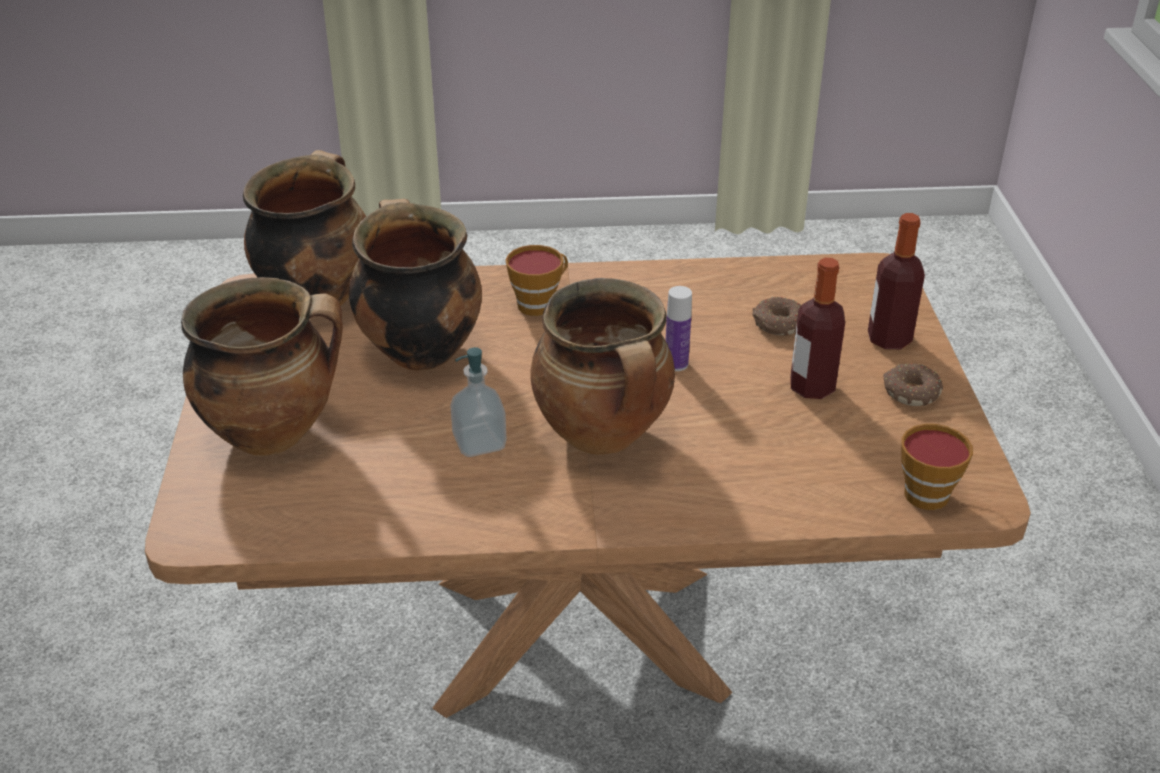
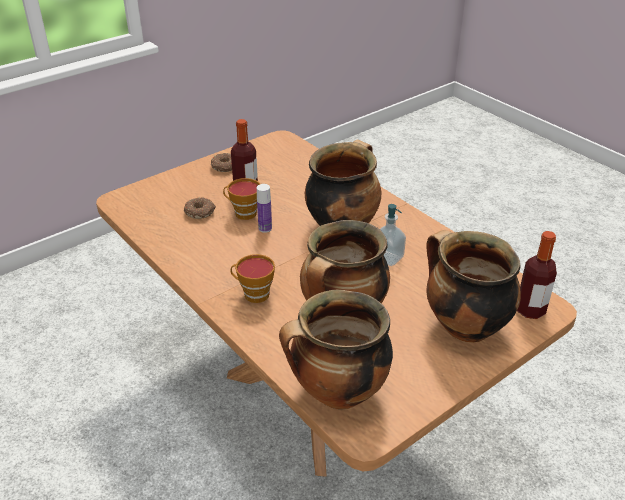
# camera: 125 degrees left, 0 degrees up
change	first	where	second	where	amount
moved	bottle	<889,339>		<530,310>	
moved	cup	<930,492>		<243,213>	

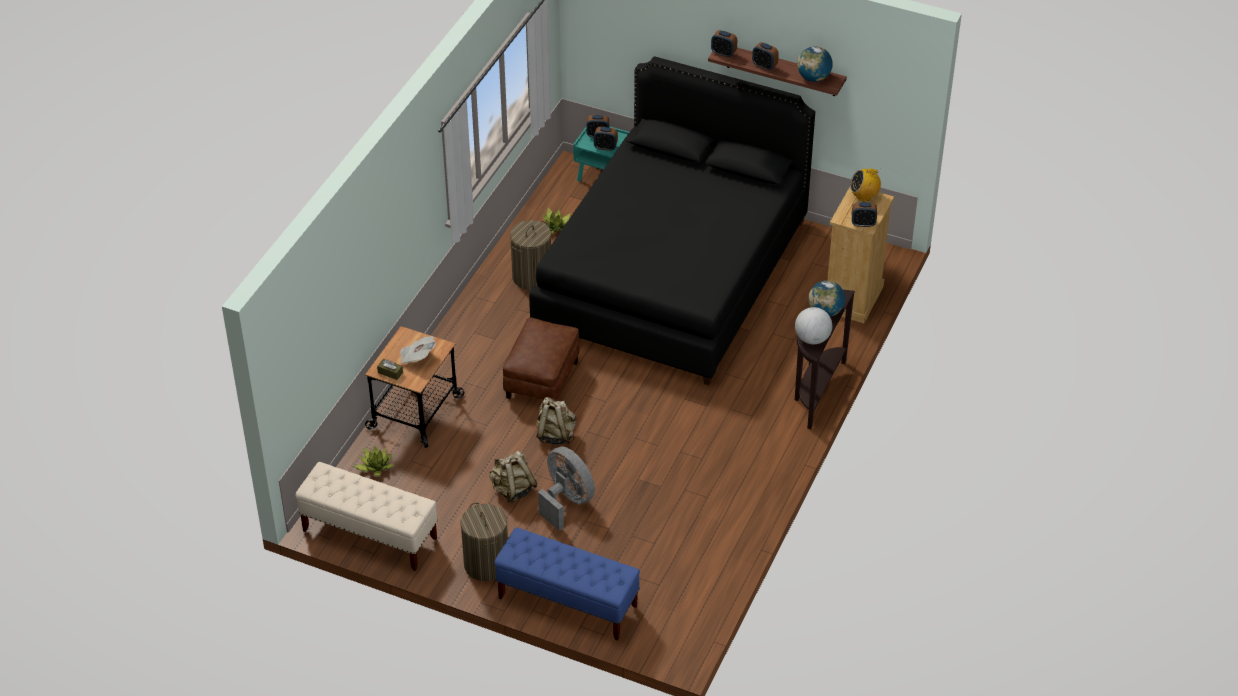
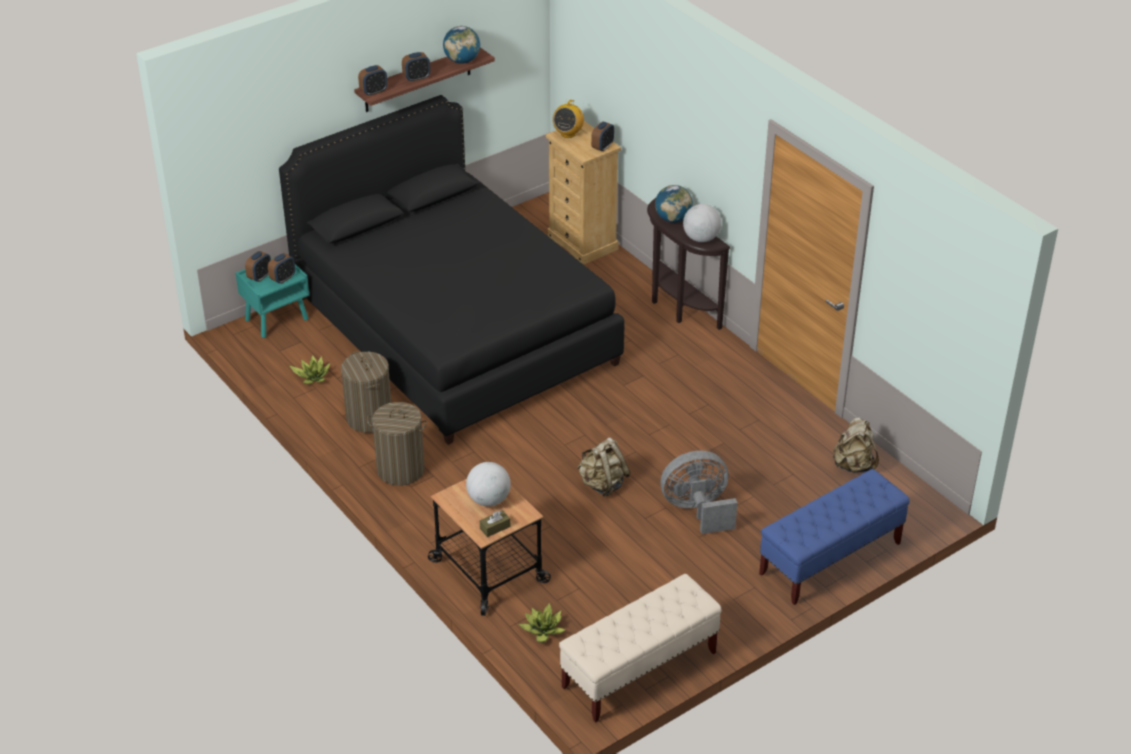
# camera: 60 degrees left, 5 degrees down
change	first	where	second	where	amount
removed	brown-coloured pouffe	<541,379>			
moved	laundry basket	<486,564>		<400,470>	
moved	sand-coloured backpack	<513,490>		<853,465>	
replaced	daily paper	<417,357>	globe	<488,500>	

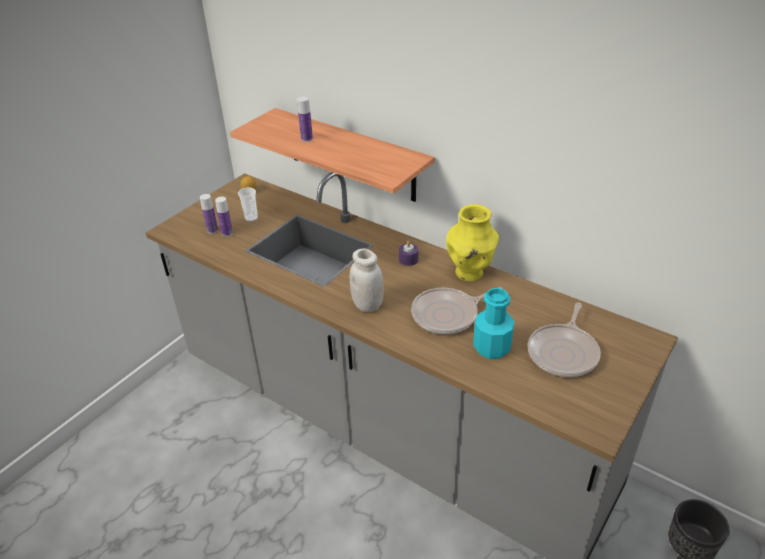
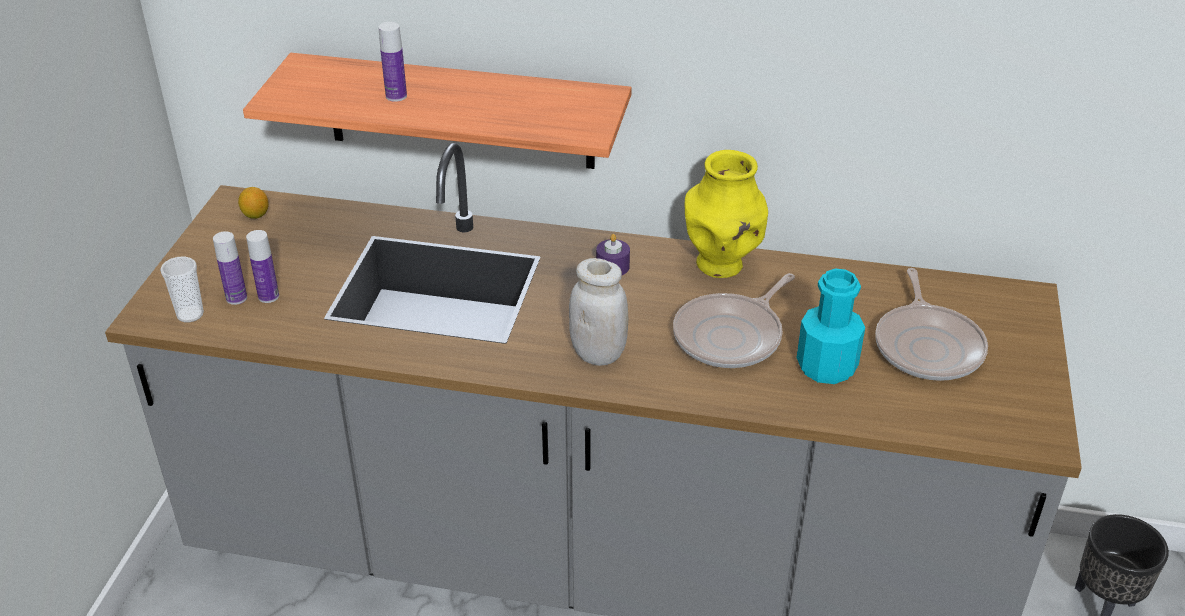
# camera: 25 degrees left, 0 degrees up
change	first	where	second	where	amount
moved	cup	<251,218>		<190,314>	

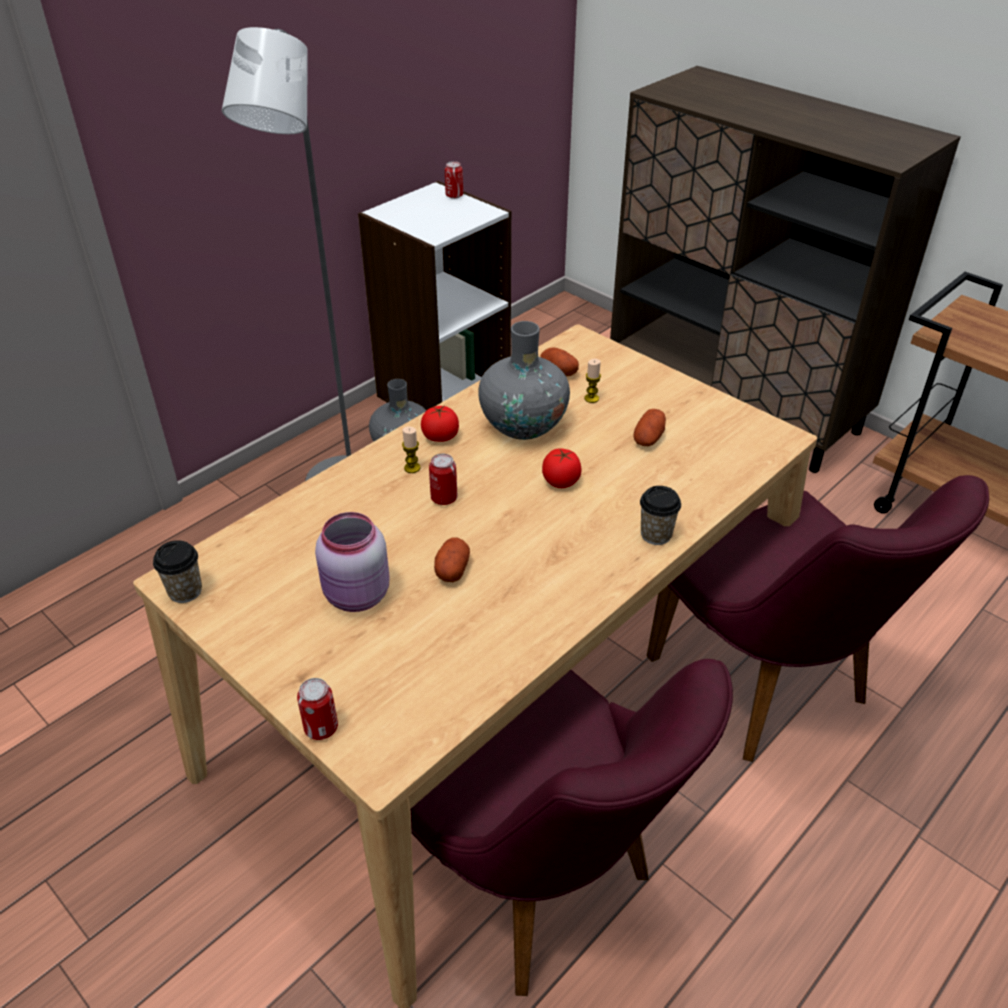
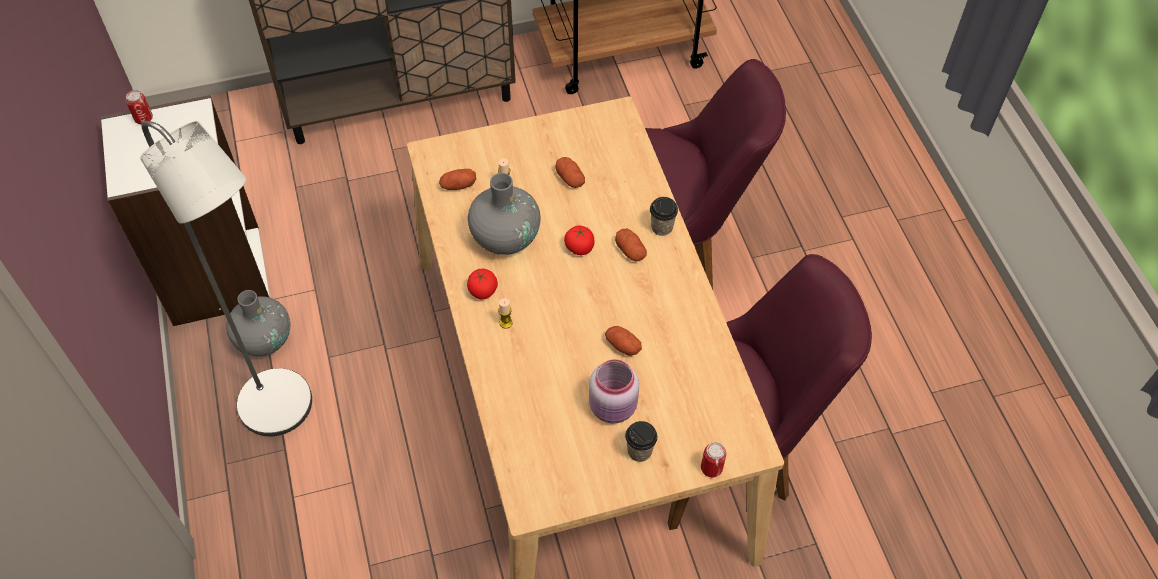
# camera: 60 degrees left, 15 degrees up
change	first	where	second	where	amount
removed	sealed can	<444,498>			
added			spud	<630,251>	
moved	cup	<185,591>		<639,451>	

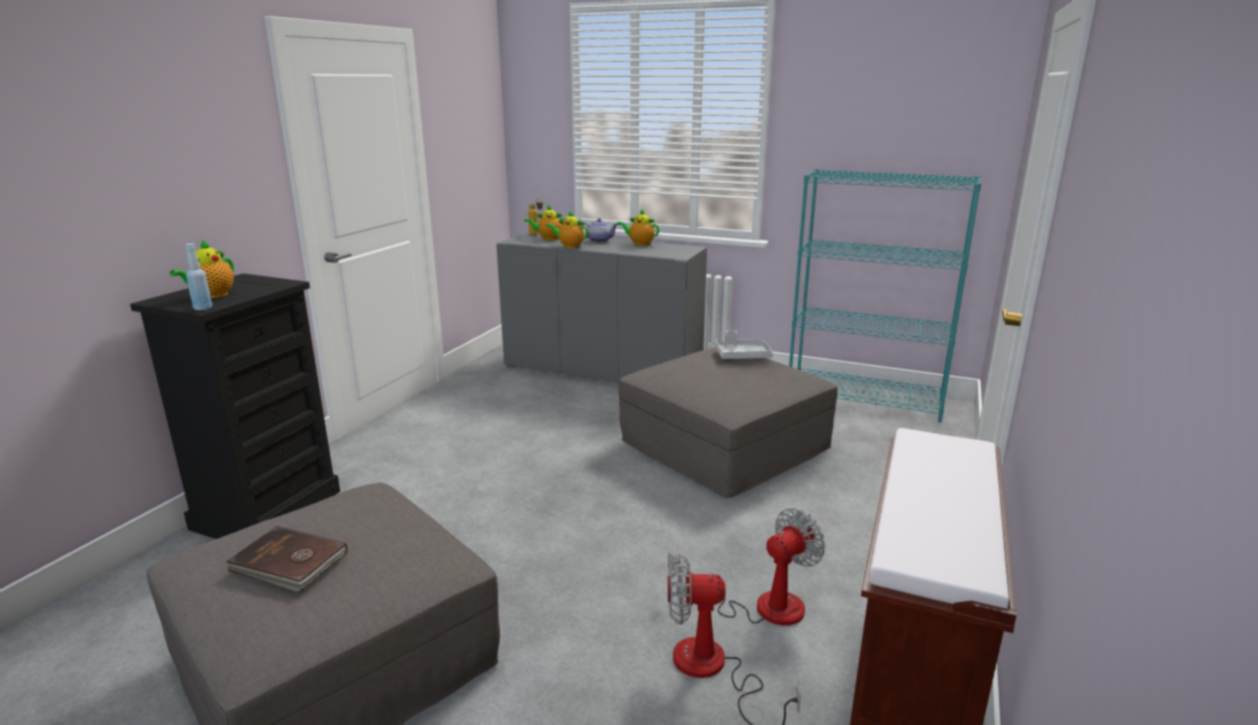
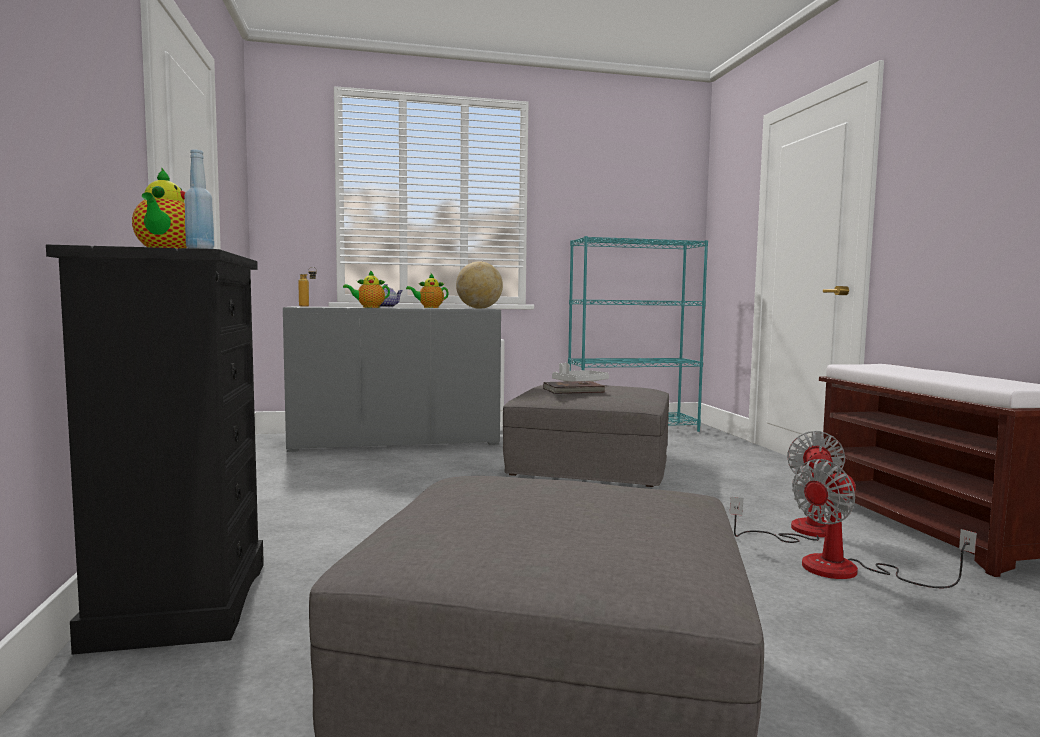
# camera: 35 degrees left, 15 degrees down
change	first	where	second	where	amount
removed	teapot	<548,238>			
added			globe	<479,308>	
moved	brown-coloured volume	<288,563>		<574,390>	

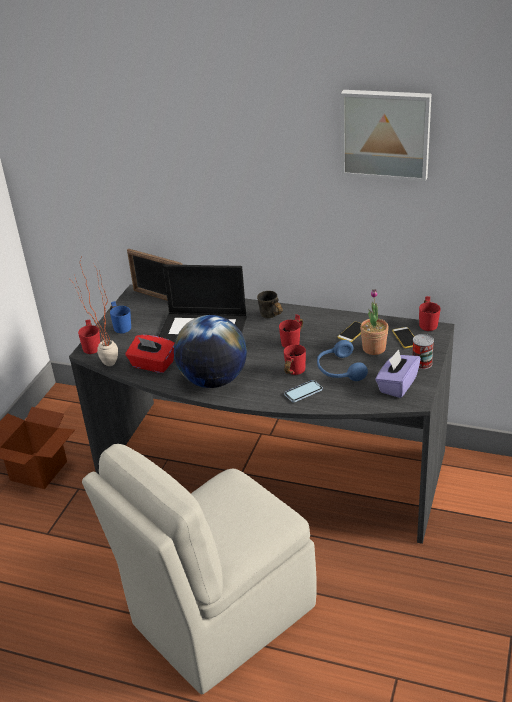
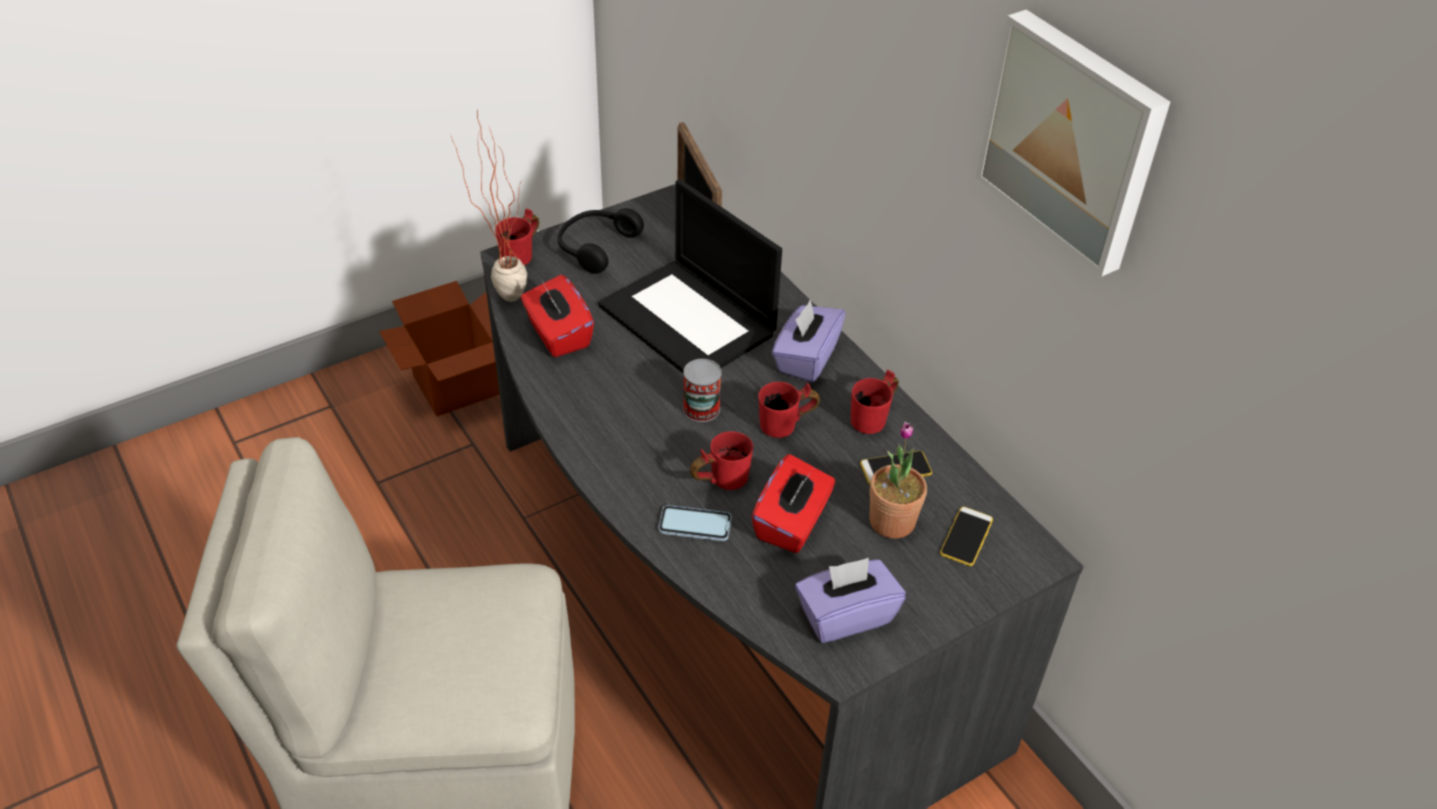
# camera: 35 degrees right, 10 degrees up
change	first	where	second	where	amount
removed	globe	<213,380>			
moved	sealed can	<422,363>		<701,408>	
moved	reddish tea mug	<430,324>		<876,421>	
replaced	blue tea mug	<123,327>	blackish pair of headphones	<595,246>	
replaced	greyish tea mug	<269,317>	purple box of tissues	<806,358>	
replaced	blue pair of headphones	<339,370>	reddish box of tissues	<792,523>	

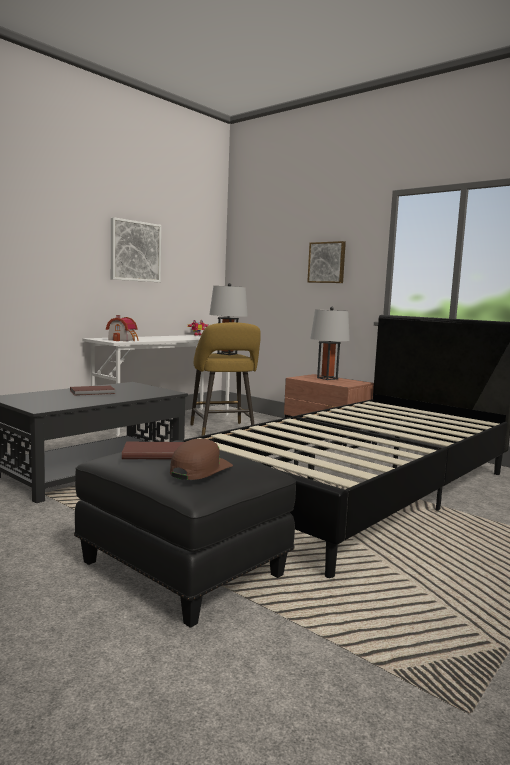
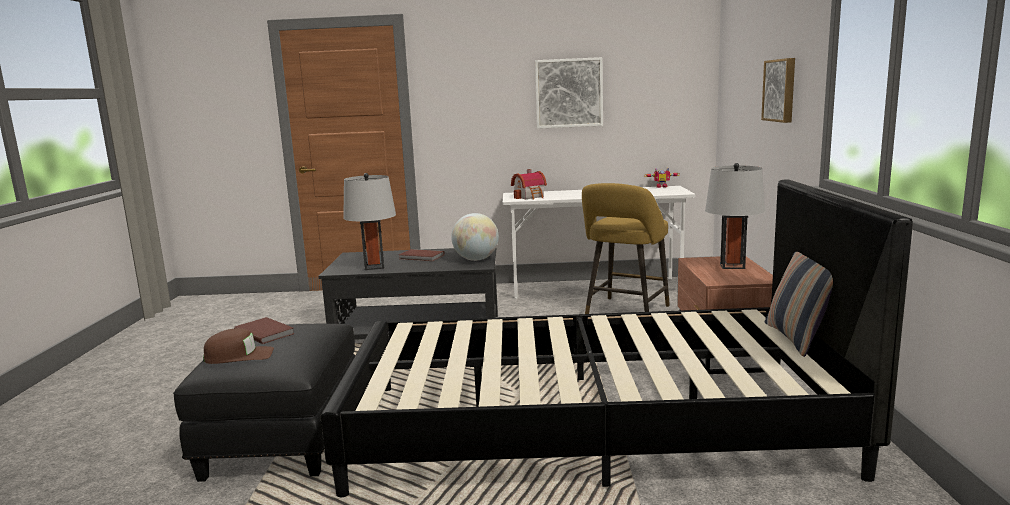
# camera: 50 degrees right, 5 degrees up
change	first	where	second	where	amount
added			globe	<476,259>	
added			throw pillow	<797,338>	
moved	greyish lamp for a table	<227,354>		<374,267>	

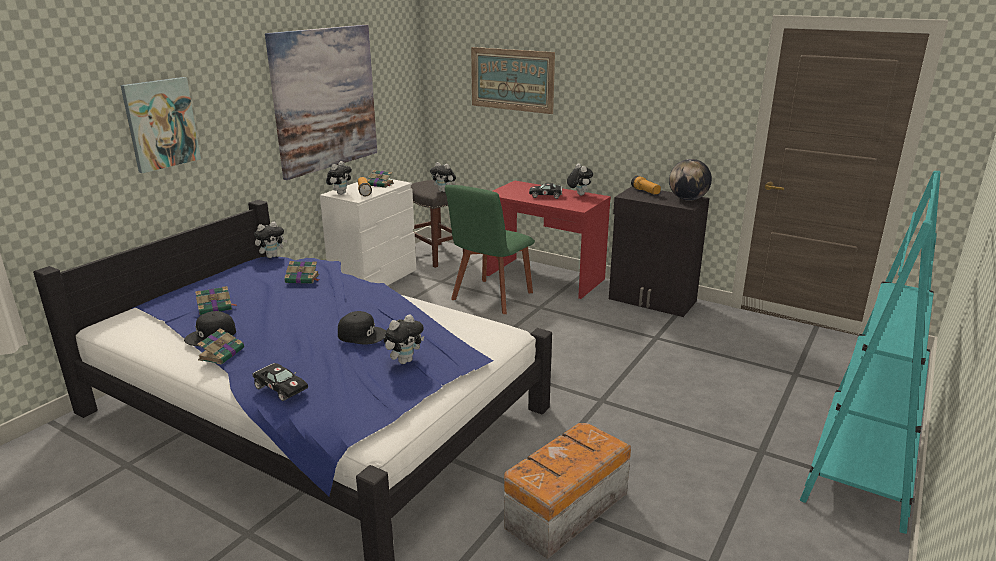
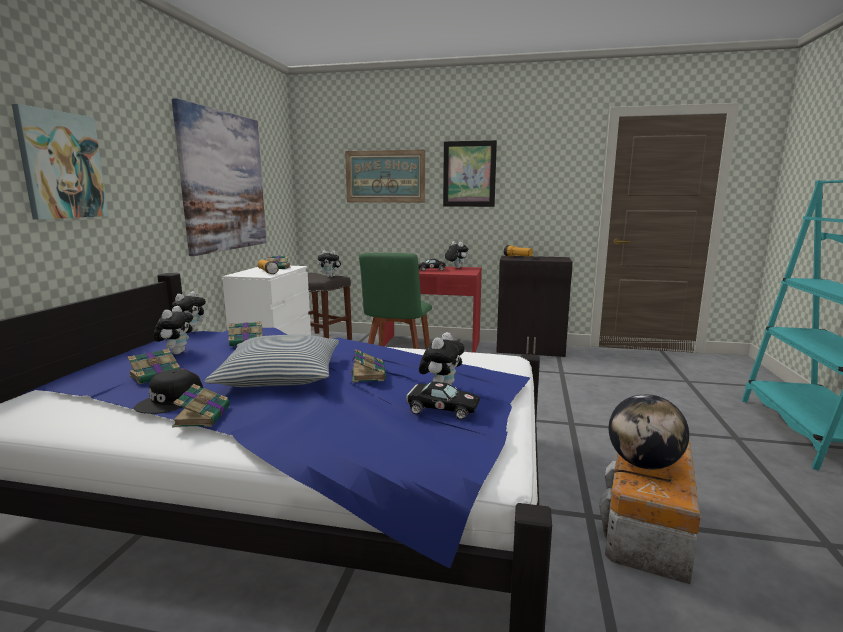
# camera: 20 degrees left, 10 degrees down
change	first	where	second	where	amount
added			throw pillow	<280,376>	
added			picture	<469,174>	
moved	blackish model car	<280,388>		<440,409>	
moved	soft toy	<340,193>		<177,352>	
moved	globe	<687,199>		<643,464>	
replaced	blackish peaked cap	<362,334>	volume	<368,374>	

